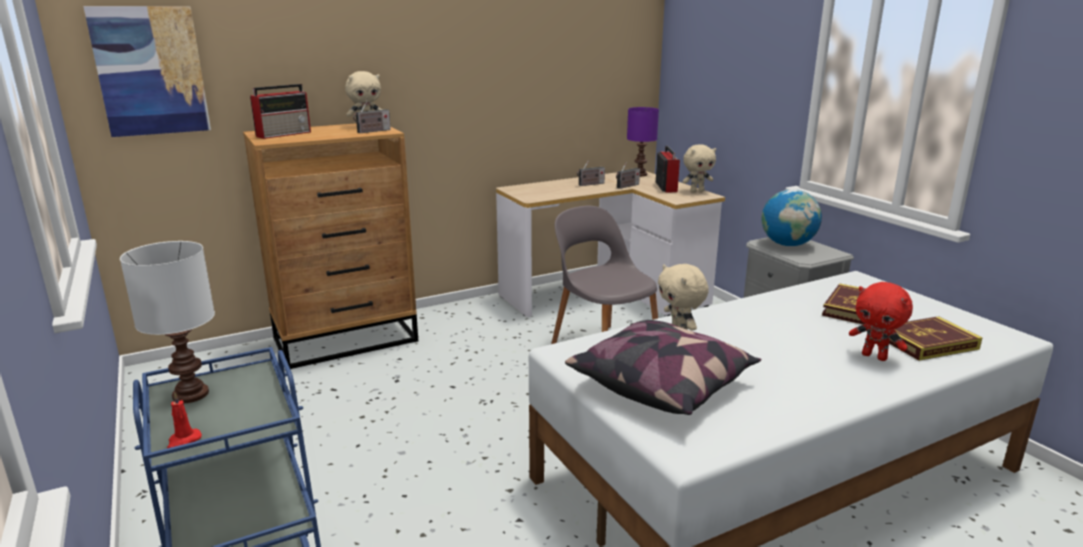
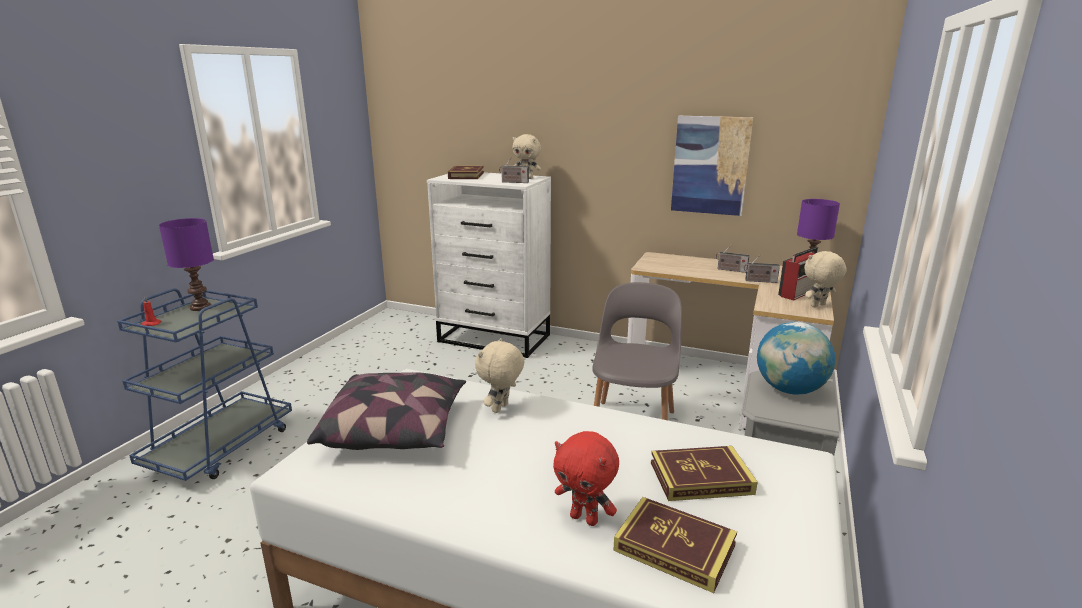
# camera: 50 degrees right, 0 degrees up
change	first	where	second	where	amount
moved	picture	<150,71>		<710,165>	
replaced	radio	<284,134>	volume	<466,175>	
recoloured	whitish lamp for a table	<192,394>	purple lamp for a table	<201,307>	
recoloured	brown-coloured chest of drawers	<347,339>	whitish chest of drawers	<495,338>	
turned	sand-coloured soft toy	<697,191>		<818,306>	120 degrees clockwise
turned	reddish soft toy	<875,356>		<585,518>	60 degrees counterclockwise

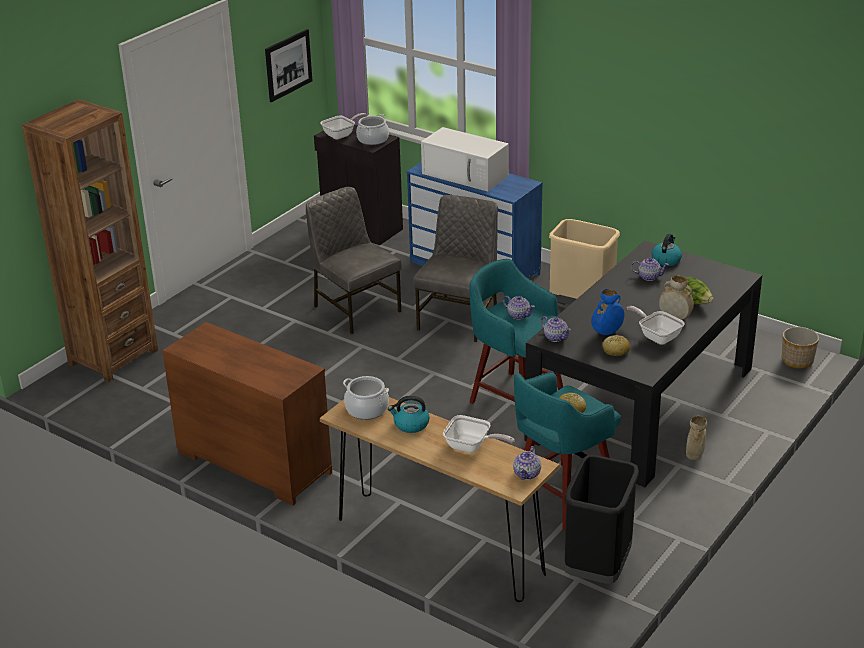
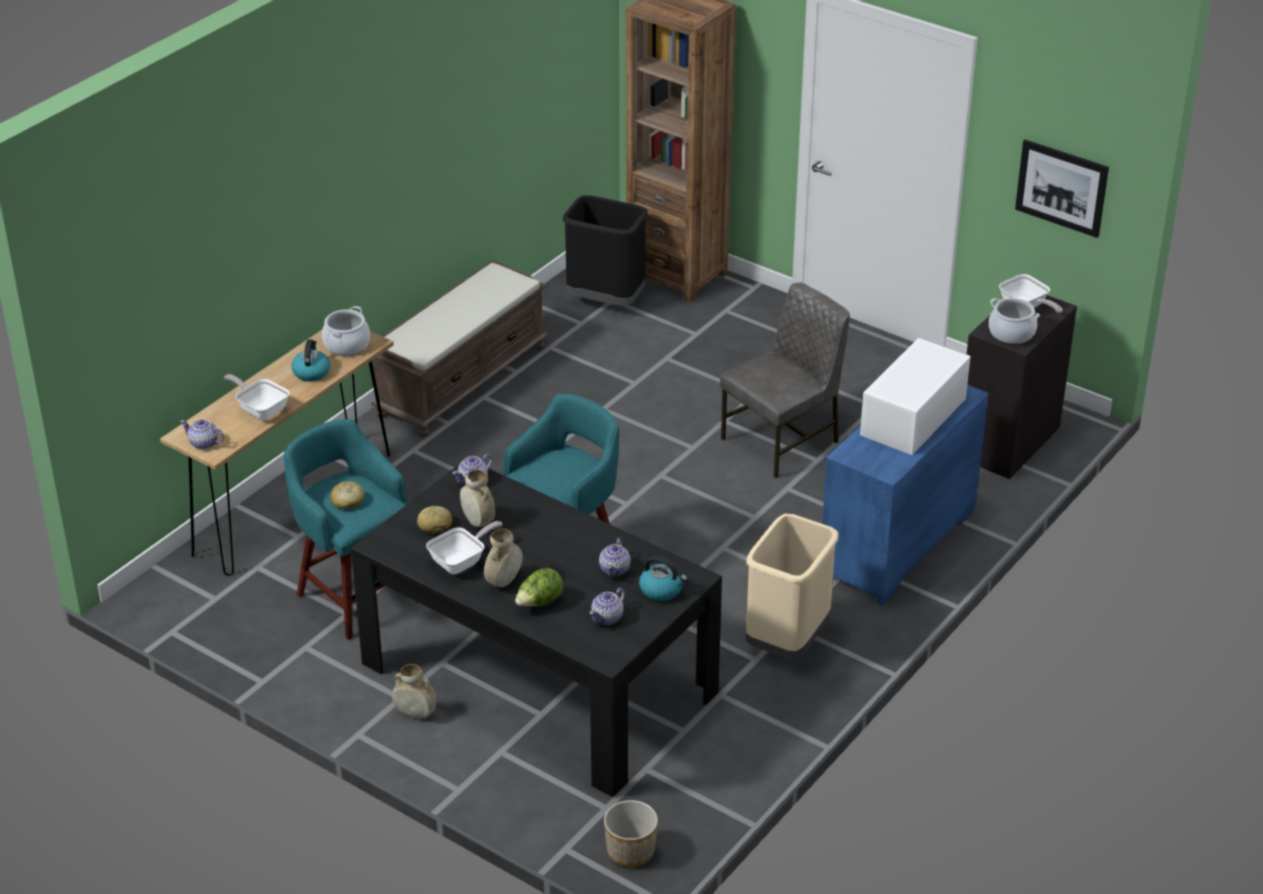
# camera: 90 degrees right, 5 degrees up
change	first	where	second	where	amount
removed	greyish plain chair	<459,318>			
moved	teapot	<518,315>		<608,617>	
moved	blackish rubbish bin	<597,567>		<606,301>	
replaced	brown-coloured chest of drawers	<253,463>	brown-coloured bench	<461,379>	
recoloured	blue vase	<607,332>	sand-coloured vase	<477,522>	
turned	frying pan	<471,447>		<260,410>	105 degrees clockwise

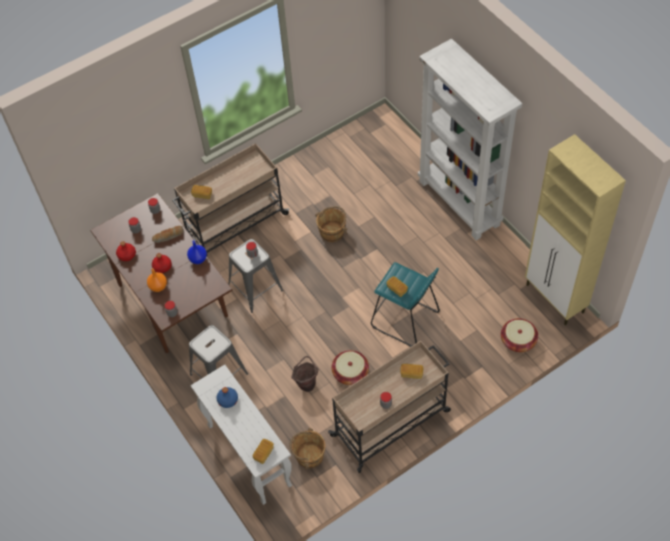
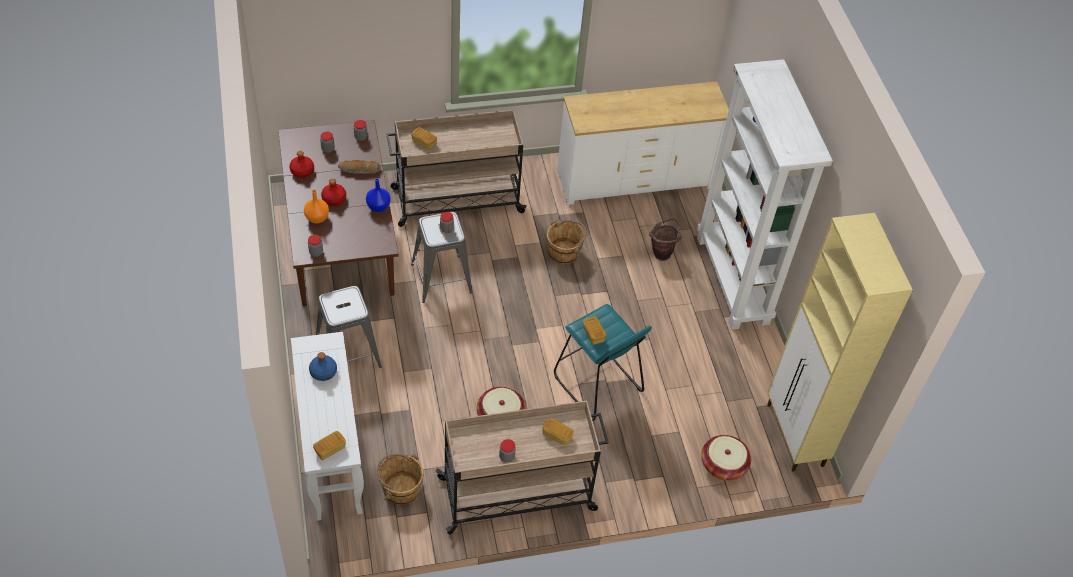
# camera: 15 degrees right, 5 degrees down
change	first	where	second	where	amount
added			whitish chest of drawers	<634,178>	
moved	brown-coloured bucket	<307,383>		<662,252>	

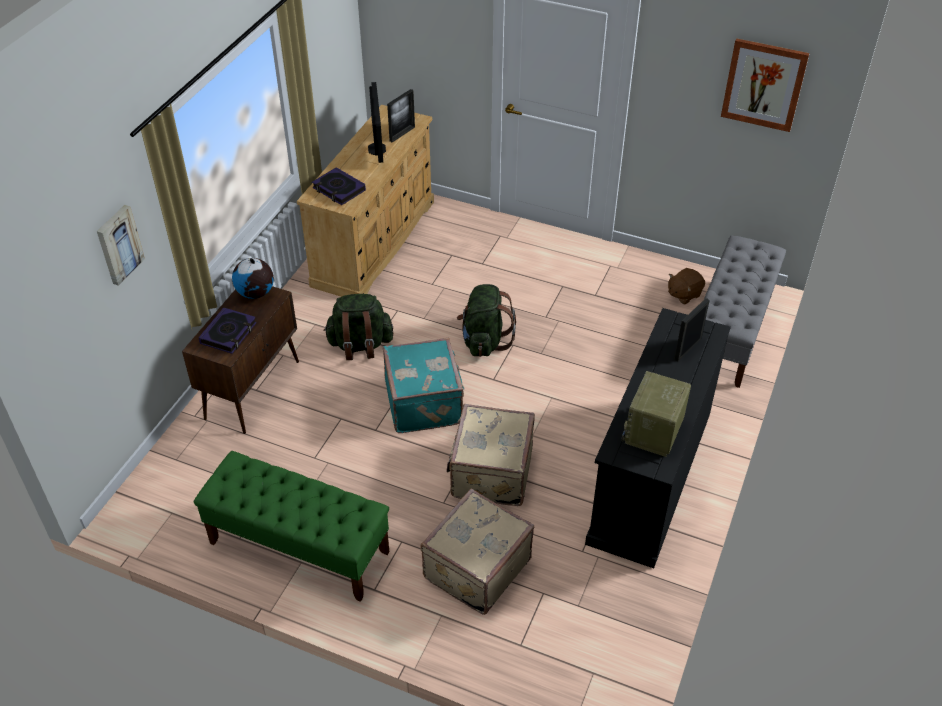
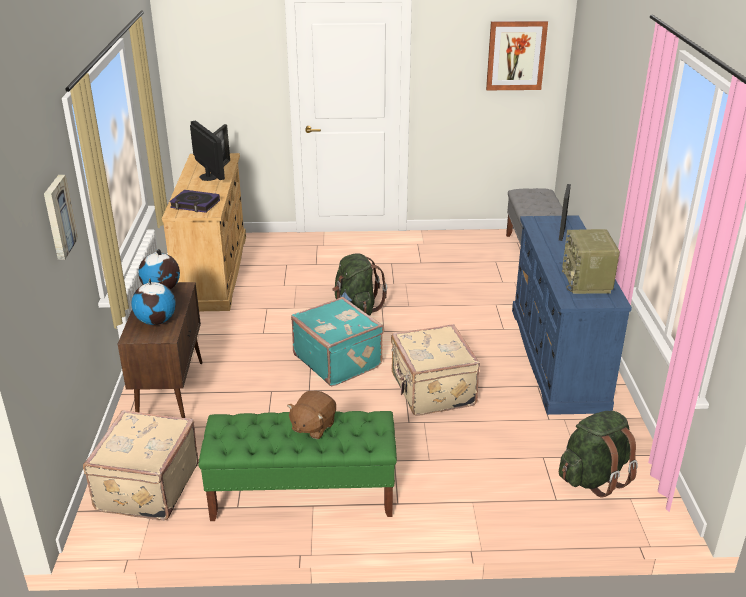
# camera: 25 degrees left, 15 degrees down
change	first	where	second	where	amount
moved	green backpack	<360,345>		<593,478>	
moved	sand-coloured travel case	<475,568>		<146,487>	
moved	brown-coloured soft toy	<683,294>		<312,427>	
replaced	volume	<229,333>	globe	<156,321>	
recoloured	blackish chest of drawers	<650,477>	blue chest of drawers	<558,357>	

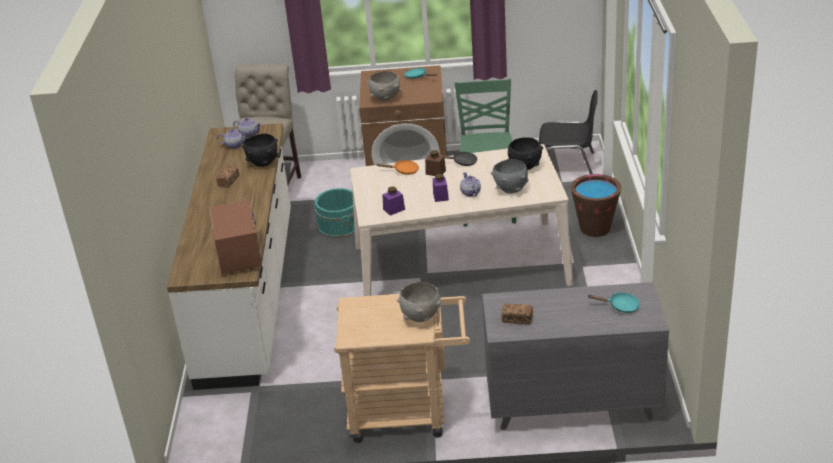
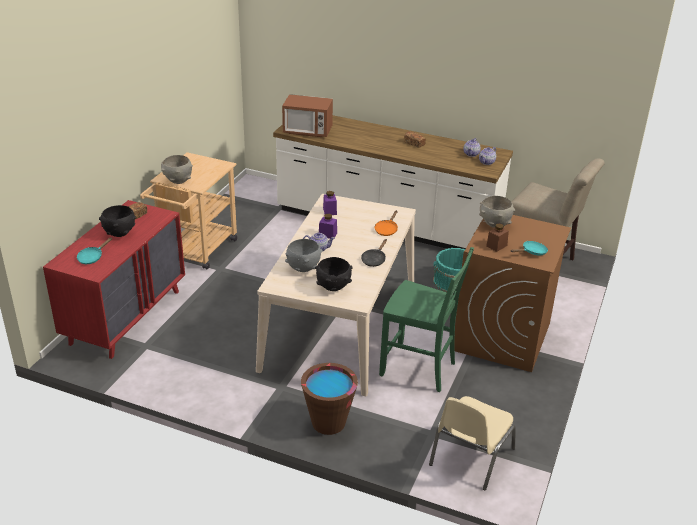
# camera: 110 degrees right, 0 degrees up
change	first	where	second	where	amount
moved	blackish bowl	<263,163>		<119,233>	
moved	brown-coloured storage jar	<435,172>		<496,246>	
recoloured	greyish chest of drawers	<571,403>	reddish chest of drawers	<126,316>	
recoloured	blackish plain chair	<567,164>	sand-coloured plain chair	<470,457>	

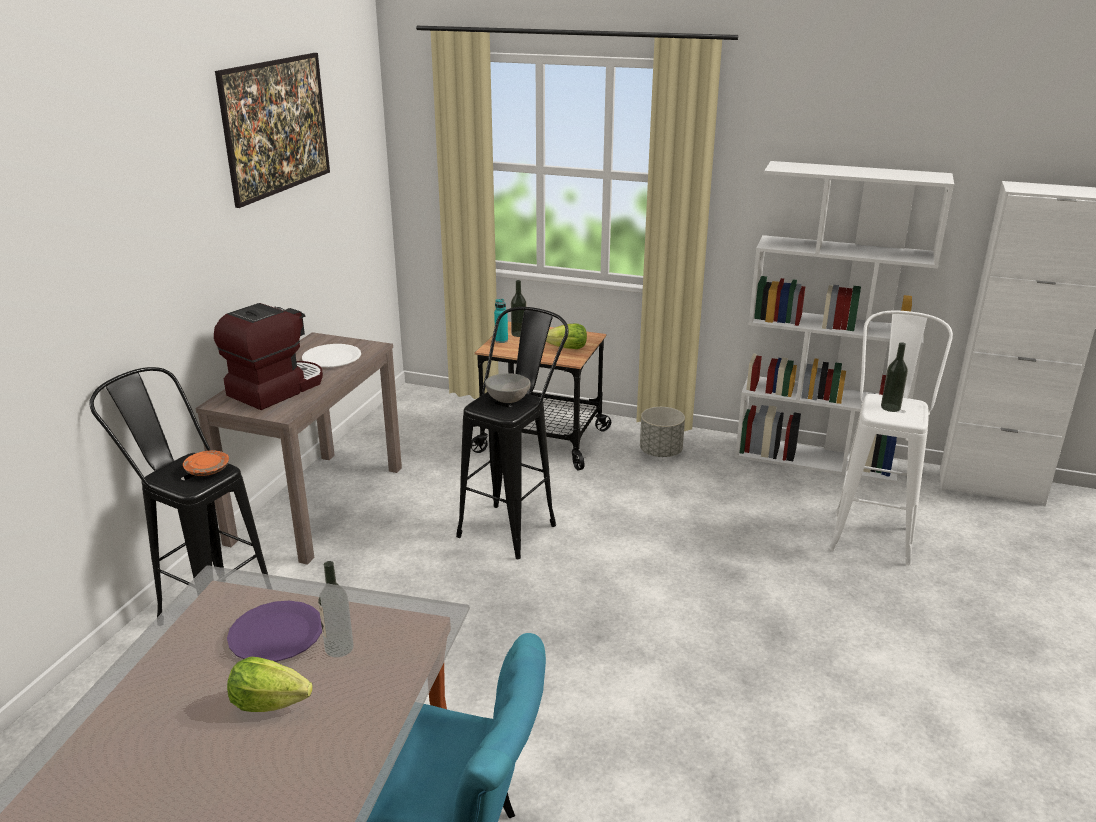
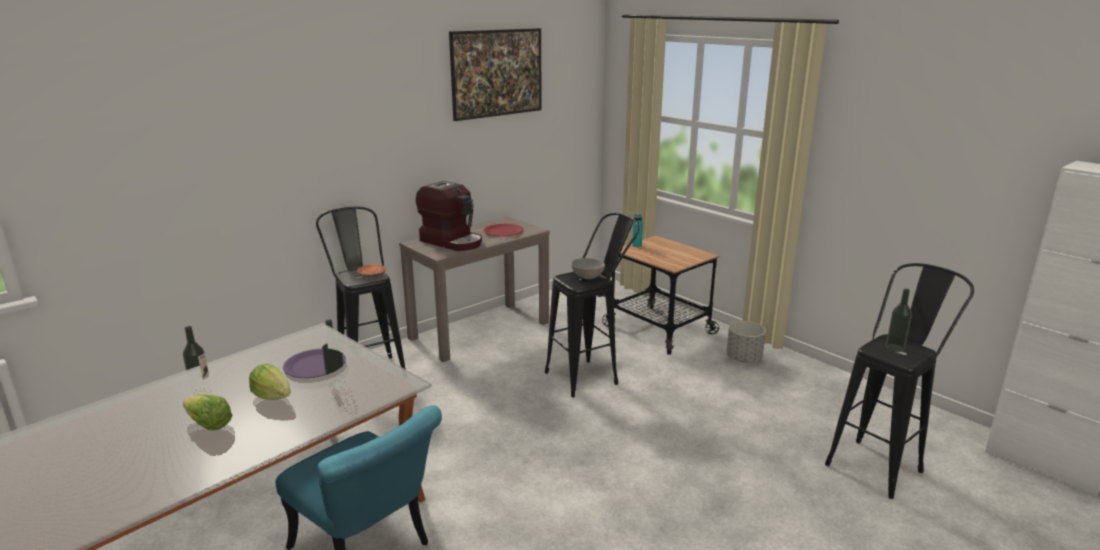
# camera: 30 degrees right, 5 degrees down
change	first	where	second	where	amount
removed	whitish shelving unit	<816,459>			
moved	bottle	<519,334>		<201,390>	
moved	lettuce head	<567,348>		<209,425>	
recoloured	whitish plate	<332,358>	reddish plate	<503,231>	
recoloured	whitish stool seat	<872,530>	blackish stool seat	<880,463>	
turned	coffee maker	<276,388>		<452,241>	60 degrees clockwise

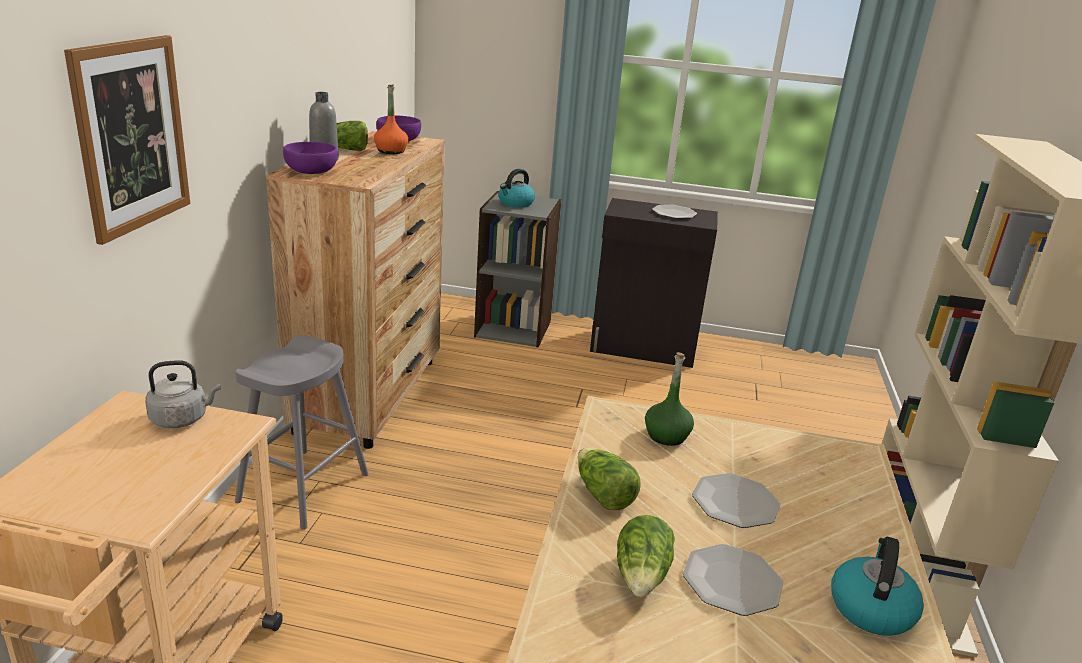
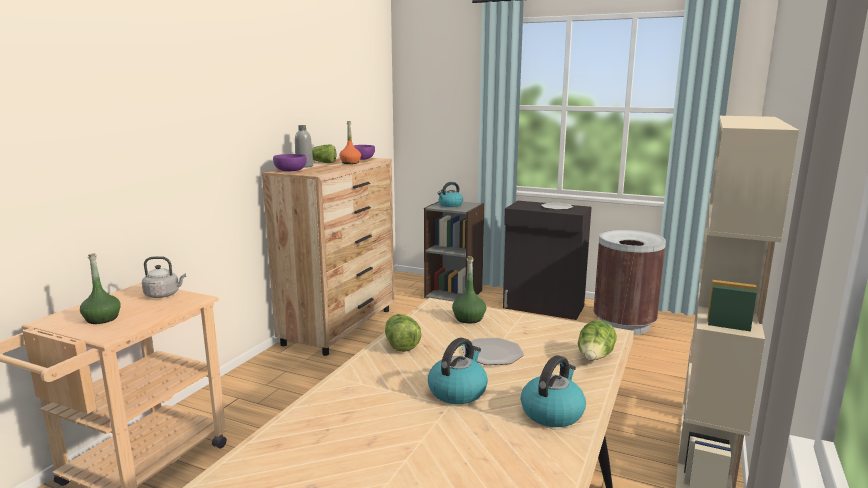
# camera: 15 degrees right, 10 degrees down
change	first	where	second	where	amount
removed	picture	<132,136>			
removed	greyish stool seat	<304,488>			
added			green bottle	<102,319>	
added			brown-coloured rubbish bin	<624,325>	
moved	lettuce head	<642,576>		<595,358>	
replaced	plate	<731,581>	water kettle	<457,391>	

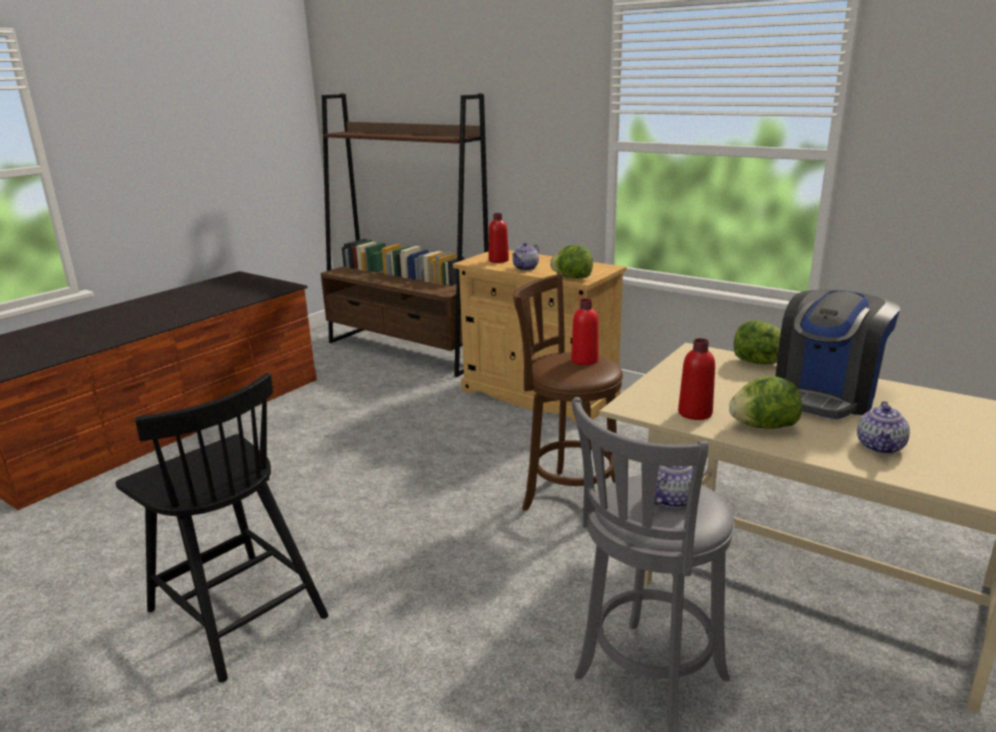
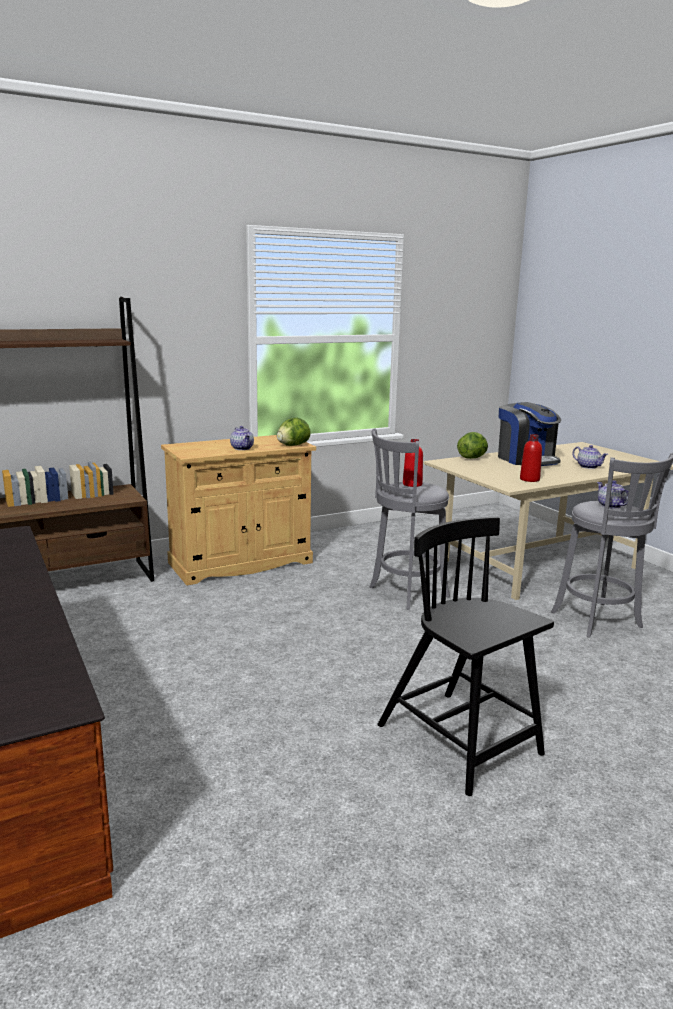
# camera: 65 degrees left, 5 degrees down
change	first	where	second	where	amount
removed	reddish bottle	<498,260>			
removed	lettuce head	<763,426>			
recoloured	brown-coloured stool seat	<567,497>	greyish stool seat	<405,593>	
turned	blackish plain chair	<235,611>		<460,741>	105 degrees counterclockwise

